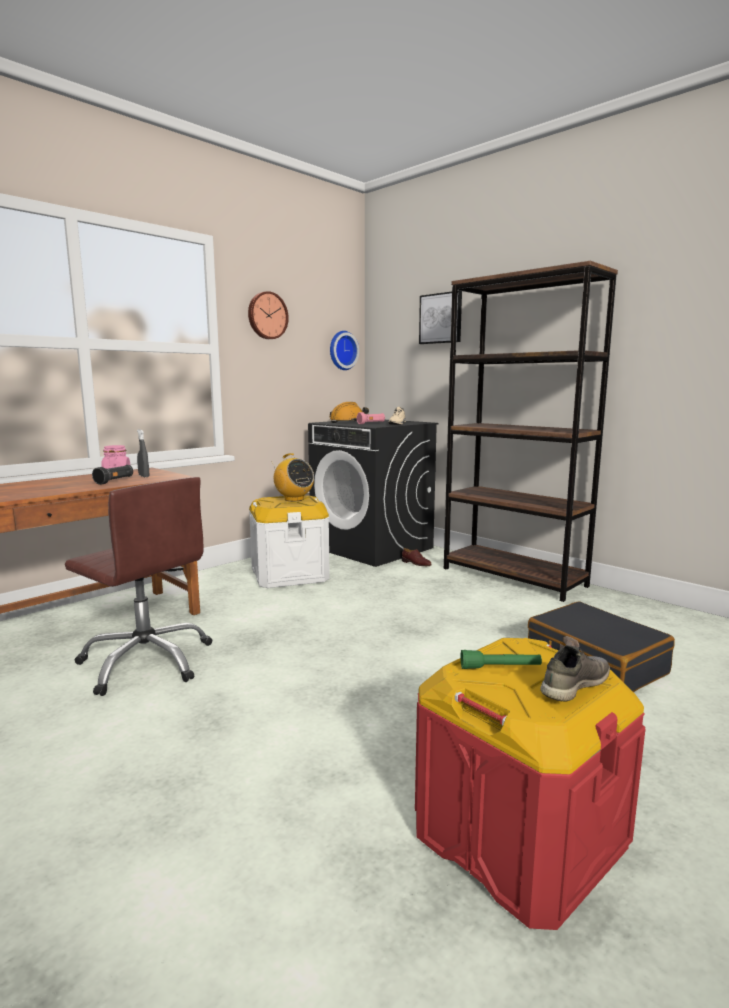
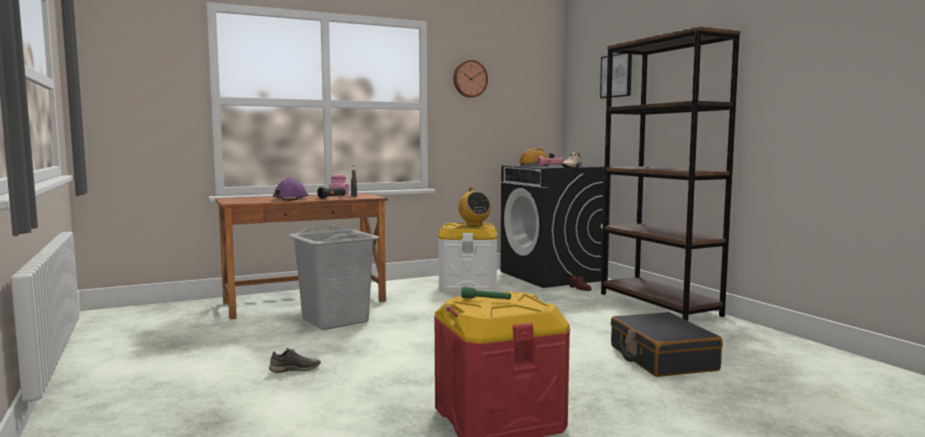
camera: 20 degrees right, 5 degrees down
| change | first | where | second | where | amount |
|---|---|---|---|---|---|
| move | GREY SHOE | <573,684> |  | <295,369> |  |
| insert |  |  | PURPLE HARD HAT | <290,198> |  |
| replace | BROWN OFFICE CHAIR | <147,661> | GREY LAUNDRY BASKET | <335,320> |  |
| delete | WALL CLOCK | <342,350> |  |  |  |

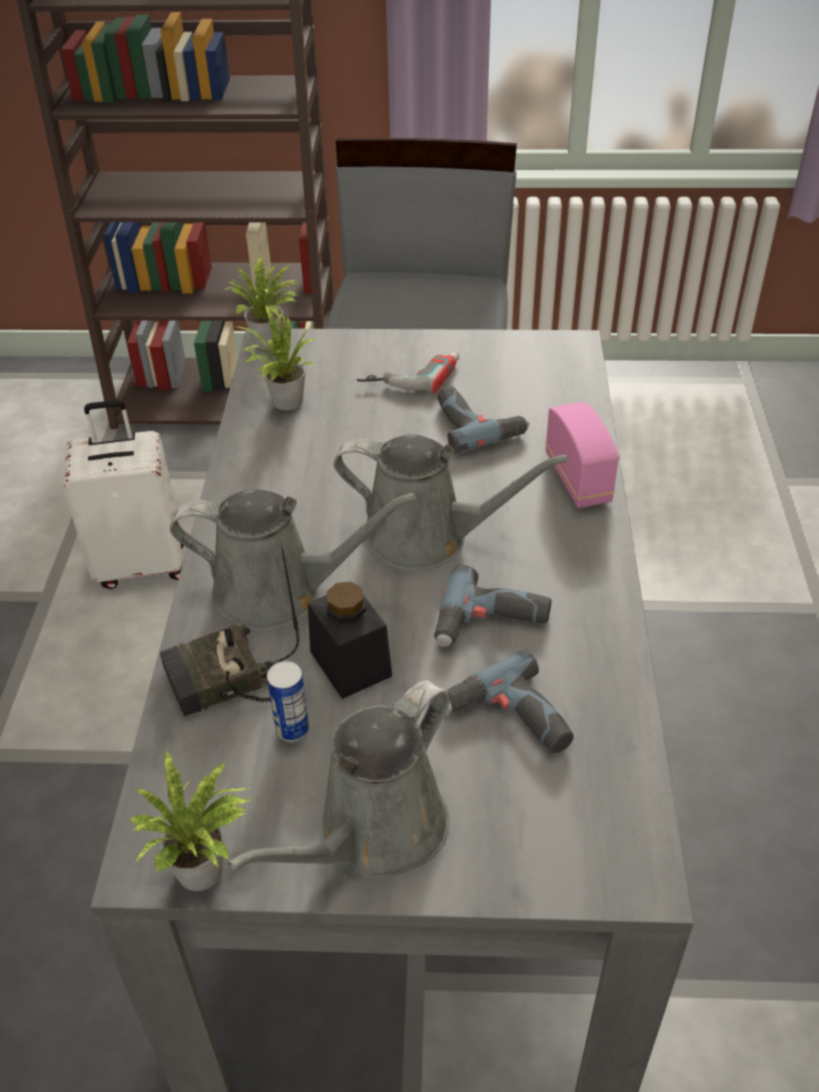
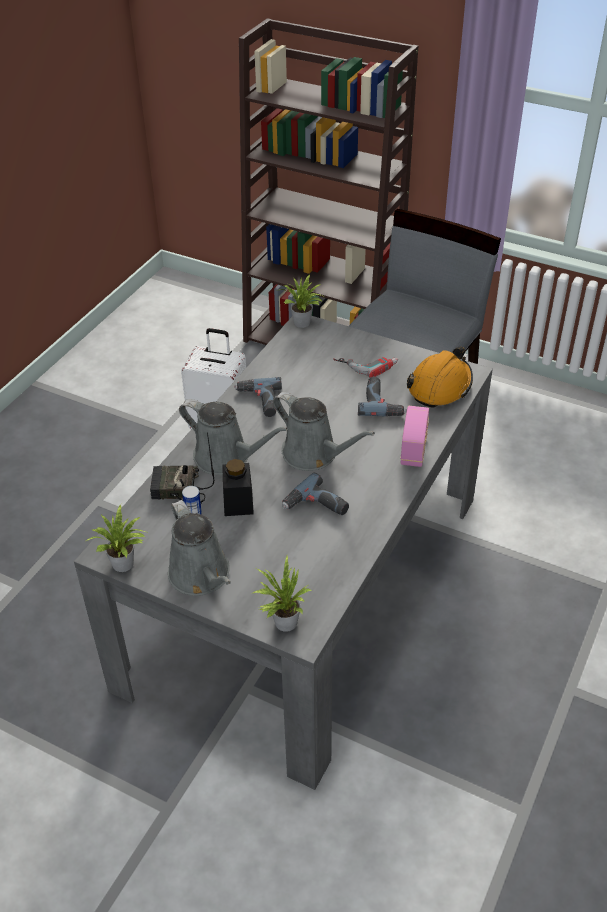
camera: 25 degrees right, 0 degrees up
| change | first | where | second | where | amount |
|---|---|---|---|---|---|
| rotate | GREY WATERING CAN | <374,833> |  | <202,576> | 90 degrees counterclockwise |
| move | POWER DRILL | <509,721> |  | <259,401> |  |
| move | POTTED PLANT | <283,403> |  | <282,622> |  |
| insert |  |  | ORANGE HARD HAT | <440,386> |  |

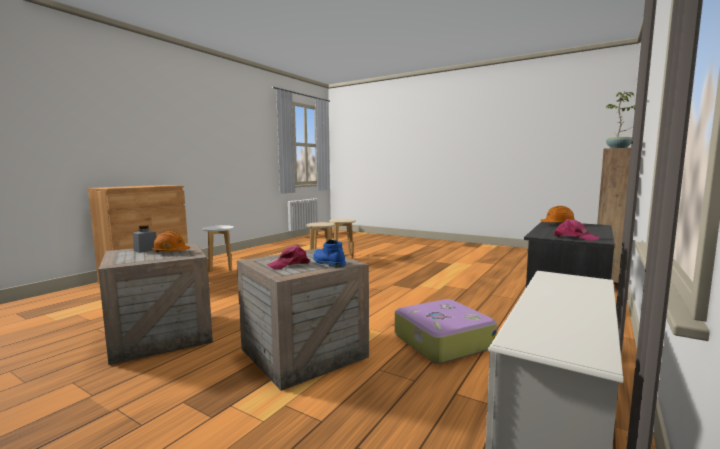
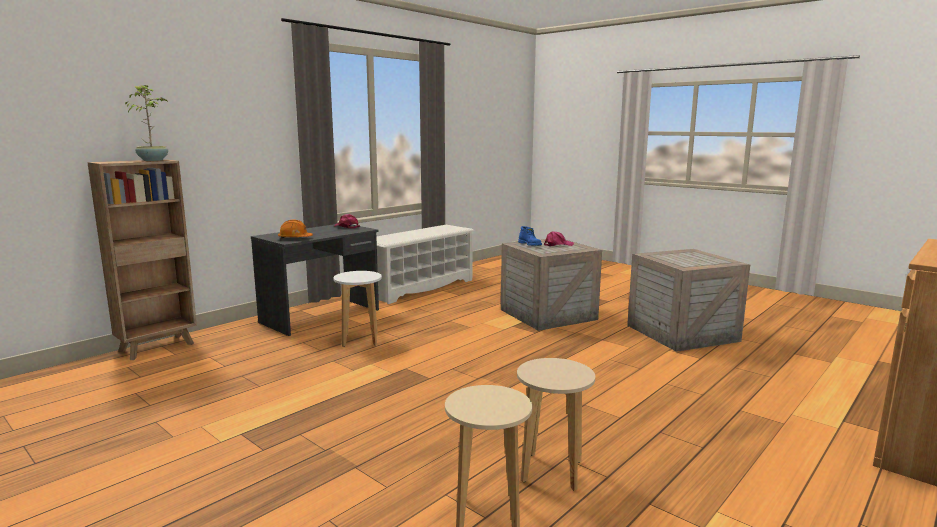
camera: 170 degrees left, 5 degrees up
| change | first | where | second | where | amount |
|---|---|---|---|---|---|
| move | WHITE STOOL | <220,268> |  | <360,340> |  |
| delete | GREY JAR | <146,250> |  |  |  |
| delete | ORANGE HARD HAT | <171,252> |  |  |  |
| delete | SUITCASE | <441,341> |  |  |  |

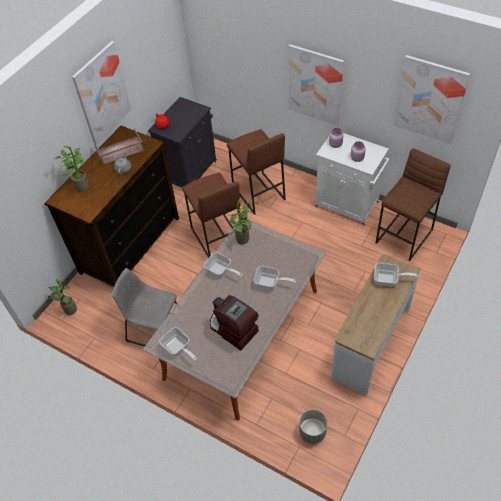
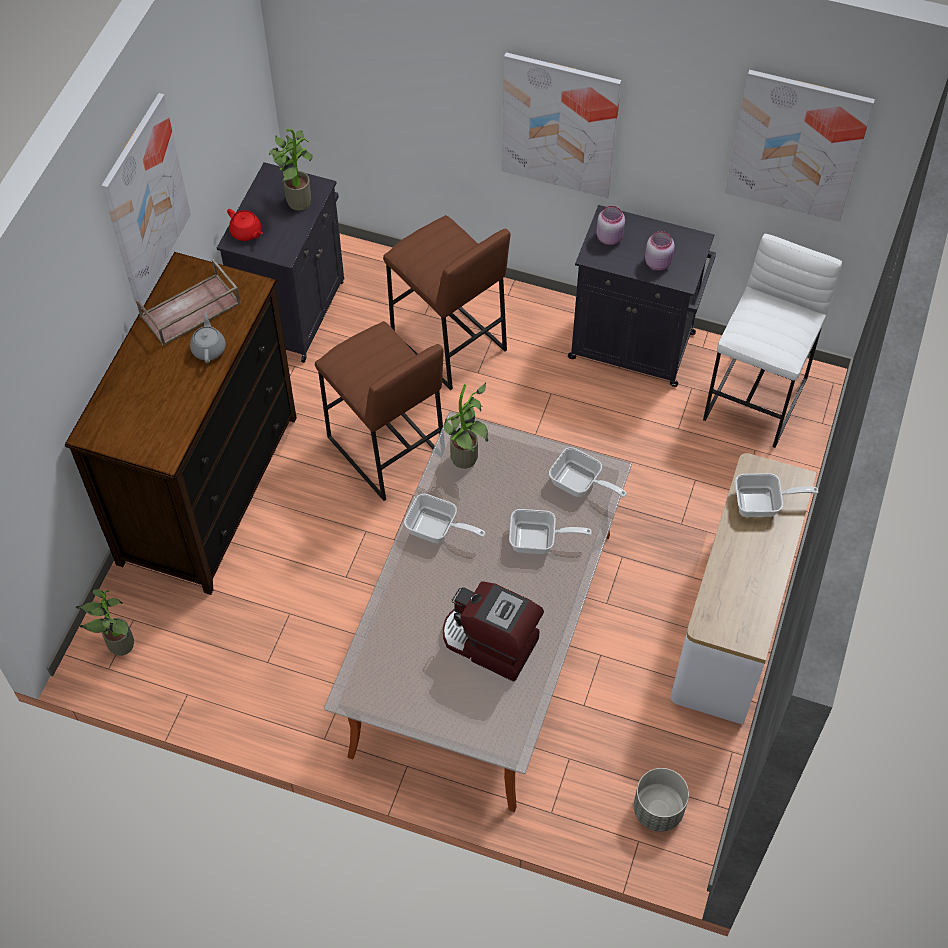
camera: 15 degrees left, 5 degrees up
| change | first | where | second | where | amount |
|---|---|---|---|---|---|
| move | POTTED PLANT | <81,186> |  | <296,199> |  |
| move | FRYING PAN | <178,348> |  | <580,484> |  |
| recolor | WHITE CABINET | <348,205> | BLACK CABINET | <634,346> |  |
| recolor | BROWN STOOL | <404,236> | WHITE STOOL | <756,399> |  |
| delete | GREY CHAIR | <154,328> |  |  |  |

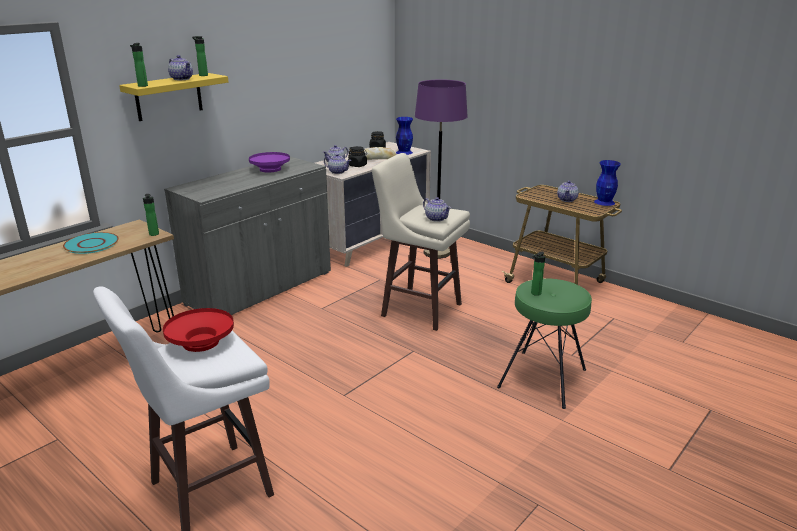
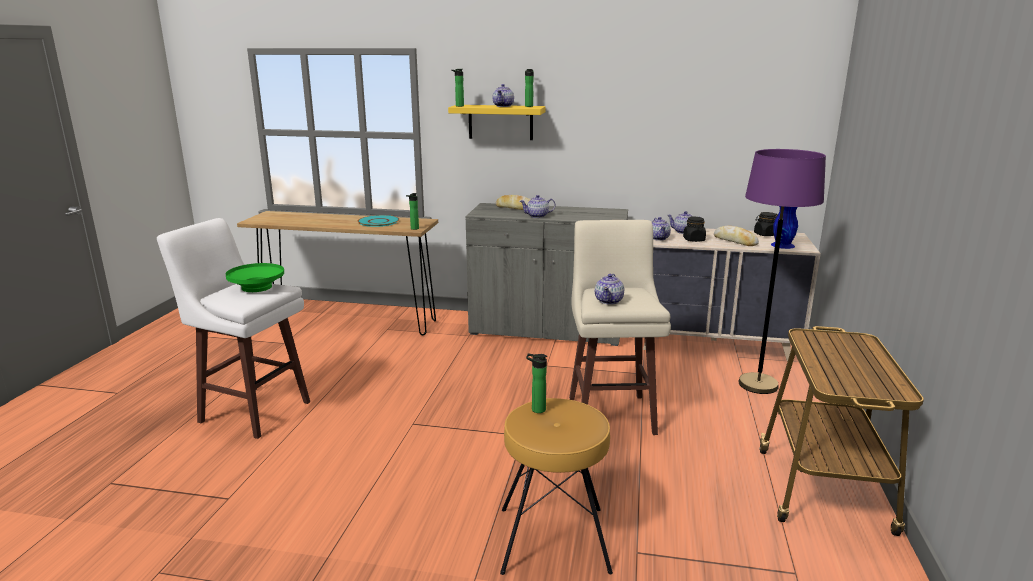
camera: 60 degrees right, 5 degrees down
| change | first | where | second | where | amount |
|---|---|---|---|---|---|
| recolor | RED BOWL | <201,342> | GREEN BOWL | <257,287> |  |
| insert |  |  | BREAD | <515,208> |  |
| recolor | GREEN STOOL | <543,378> | BROWN STOOL | <553,540> |  |
| move | TEAPOT | <567,199> |  | <537,216> |  |
| delete | PURPLE BOWL | <270,169> |  |  |  |
| delete | BLUE VASE | <604,202> |  |  |  |

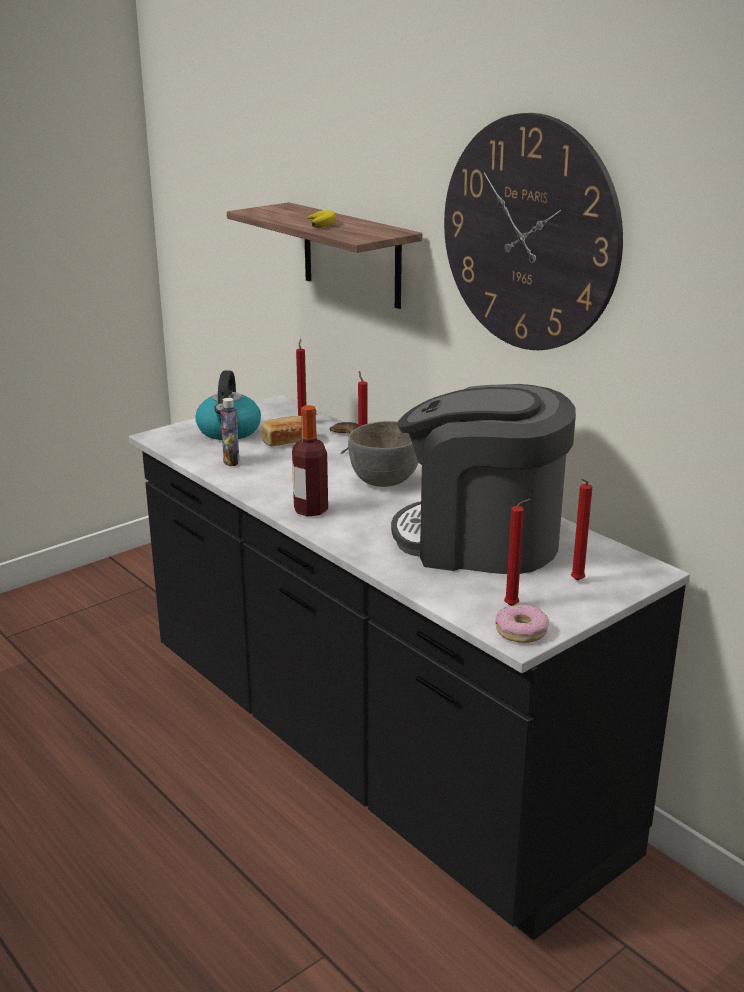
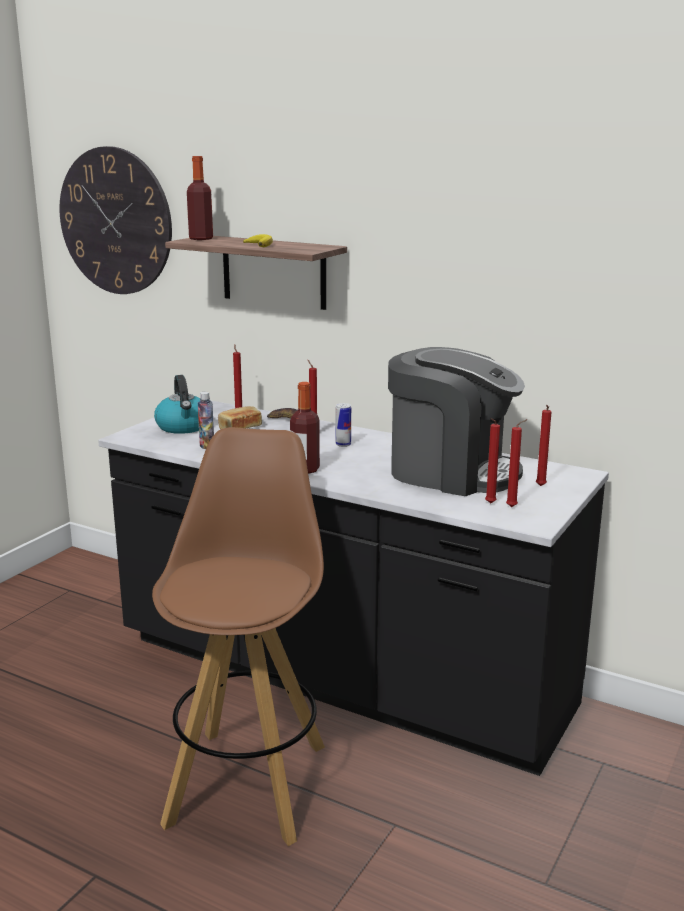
camera: 20 degrees left, 5 degrees down
| change | first | where | second | where | amount |
|---|---|---|---|---|---|
| move | WALL CLOCK | <529,234> |  | <115,221> |  |
| insert |  |  | BROWN STOOL | <248,781> |  |
| insert |  |  | BOTTLE | <201,238> |  |
| replace | GREY BOWL | <385,481> | CAN | <343,444> |  |
| rotate | COFFEE MACHINE | <480,541> |  | <451,472> | 150 degrees counterclockwise |
| insert |  |  | RED CANDLE | <489,504> |  |
| delete | DONUT | <521,631> |  |  |  |

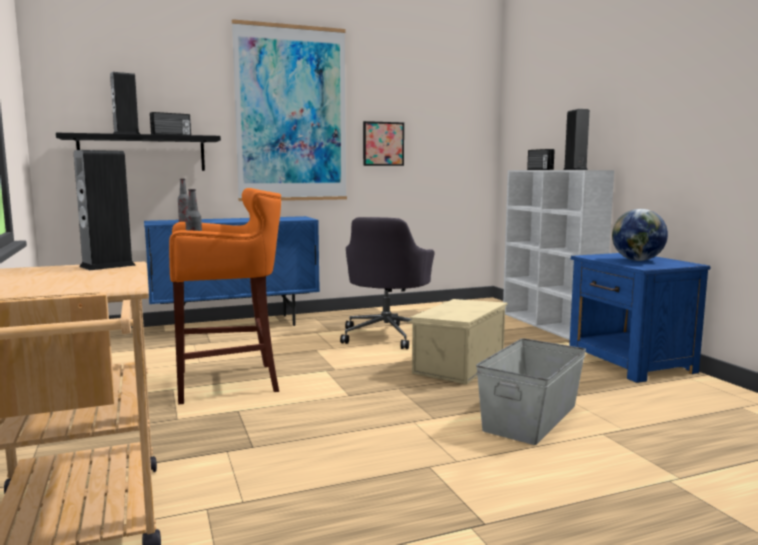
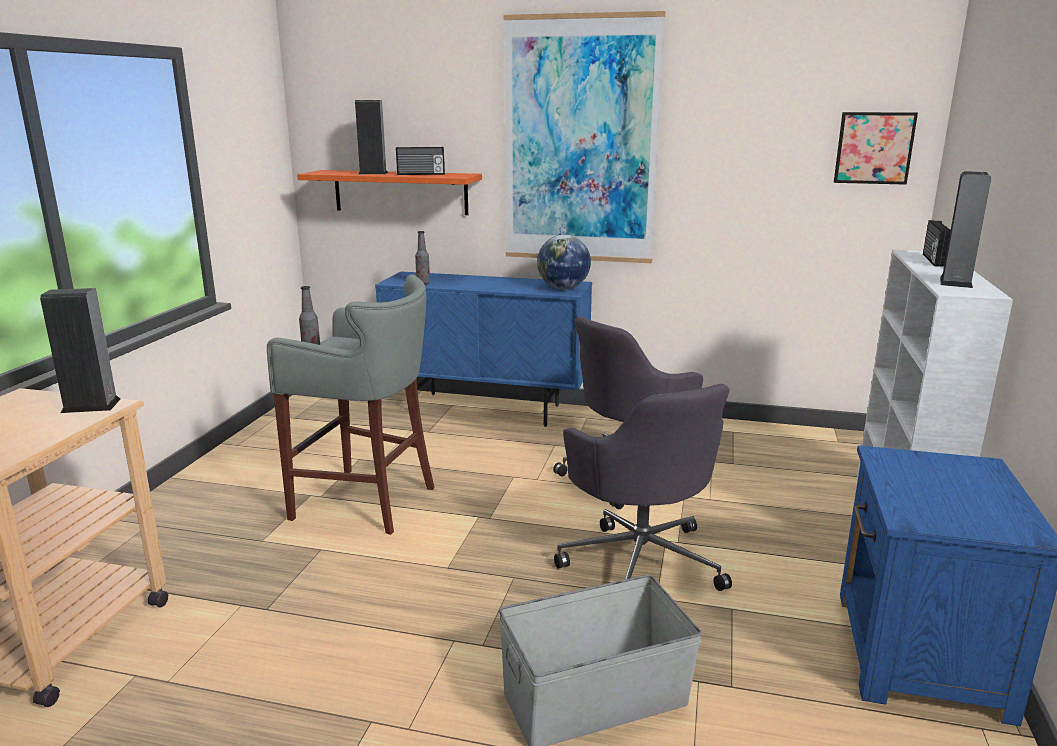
camera: 35 degrees right, 10 degrees up
| change | first | where | second | where | amount |
|---|---|---|---|---|---|
| recolor | ORANGE STOOL | <230,382> | GREY STOOL | <368,502> |  |
| recolor | BLACK SHELF | <142,153> | ORANGE SHELF | <400,192> |  |
| move | GLOBE | <637,260> |  | <563,288> |  |
| replace | BEIGE STORAGE BOX | <457,365> | GREY OFFICE CHAIR | <640,561> |  |
| move | PICTURE | <383,144> |  | <874,148> |  |

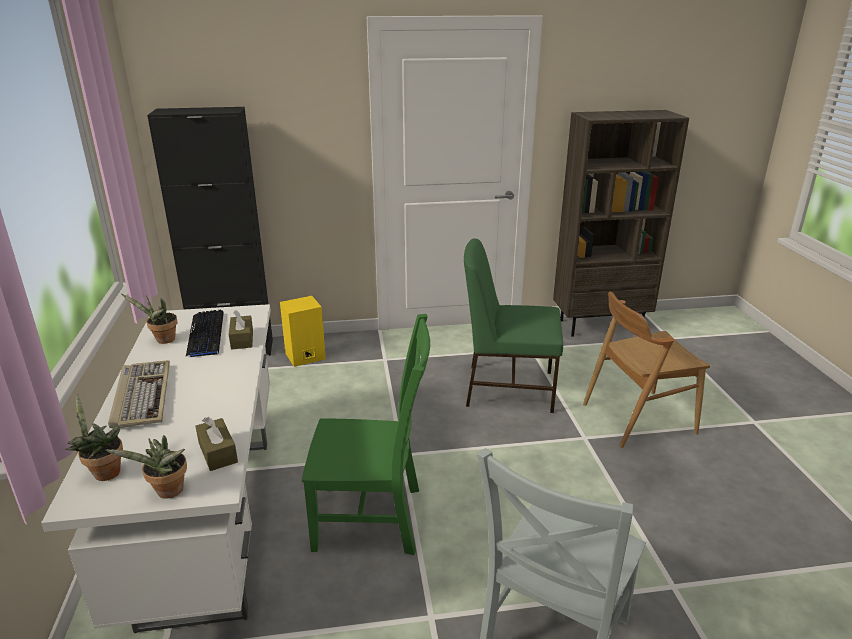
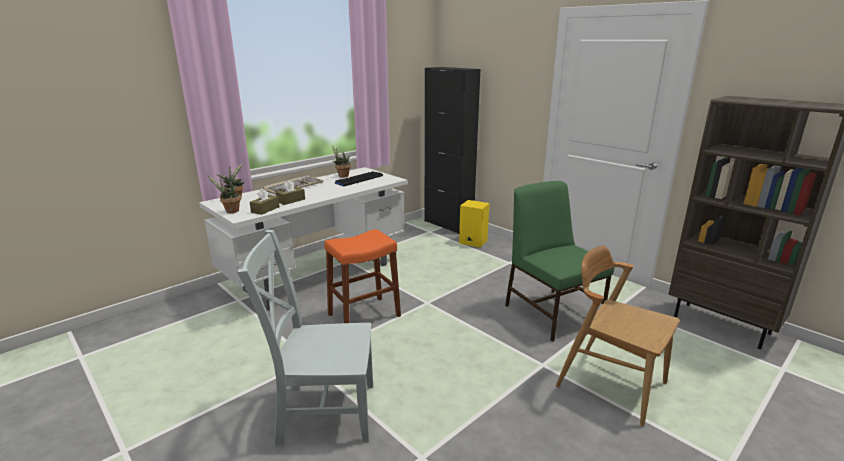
camera: 55 degrees right, 5 degrees down
| change | first | where | second | where | amount |
|---|---|---|---|---|---|
| move | BROWN TISSUE BOX | <242,339> |  | <291,200> |  |
| replace | GREEN CHAIR | <373,519> | ORANGE STOOL | <364,315> |  |

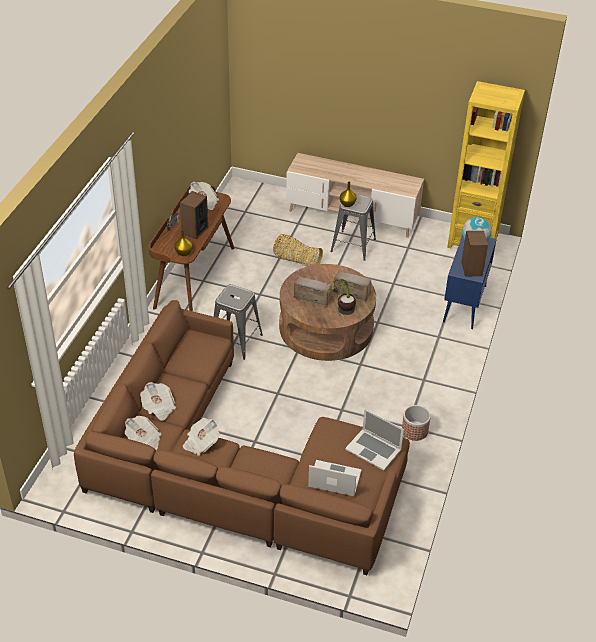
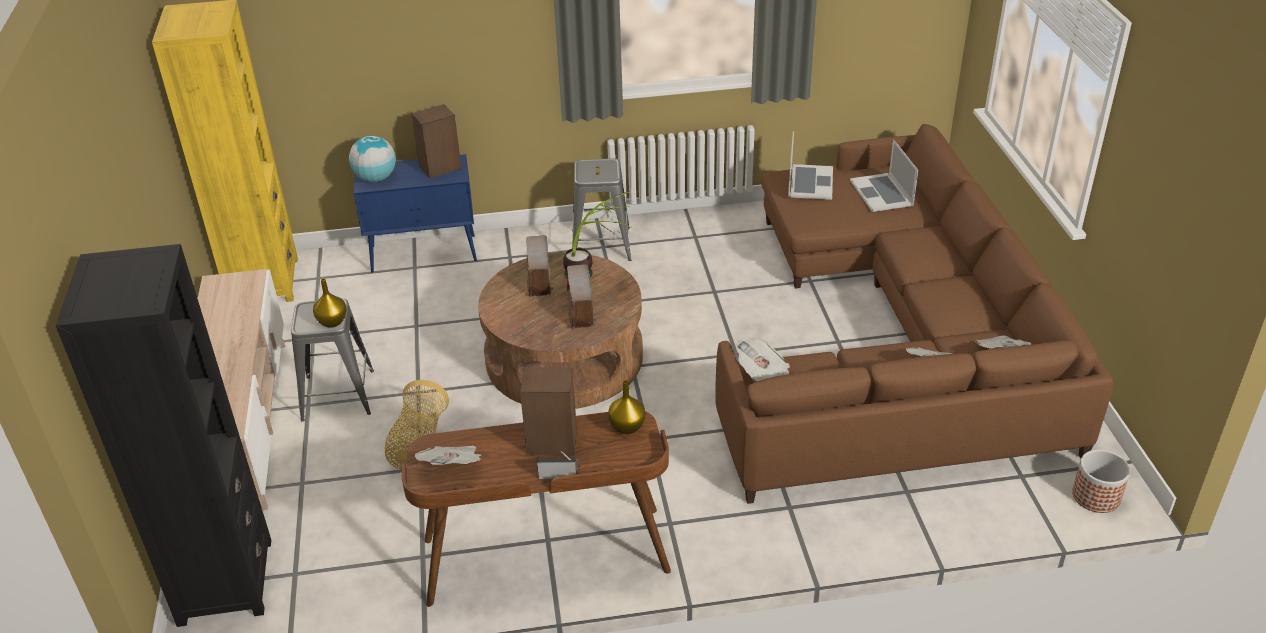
camera: 115 degrees left, 5 degrees down
| change | first | where | second | where | amount |
|---|---|---|---|---|---|
| insert |  |  | BLACK BOOKCASE | <225,582> |  |
| move | GREY STOOL | <235,341> |  | <601,245> |  |
| move | NEWSPAPER | <201,443> |  | <764,376> |  |
| move | PLANTER | <414,431> |  | <1096,496> |  |

